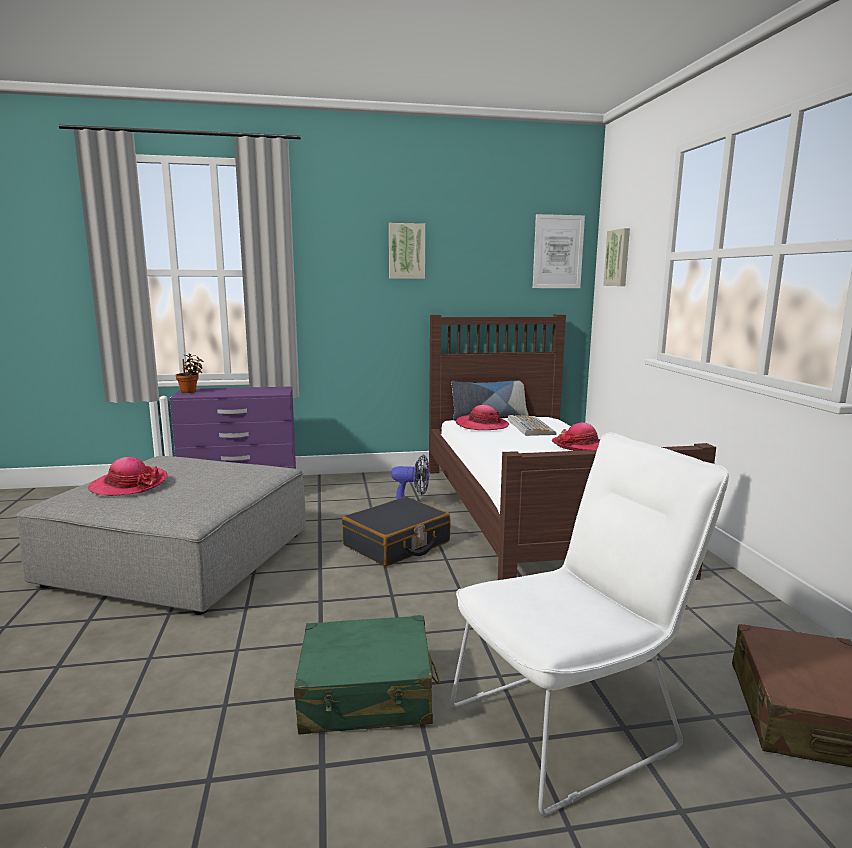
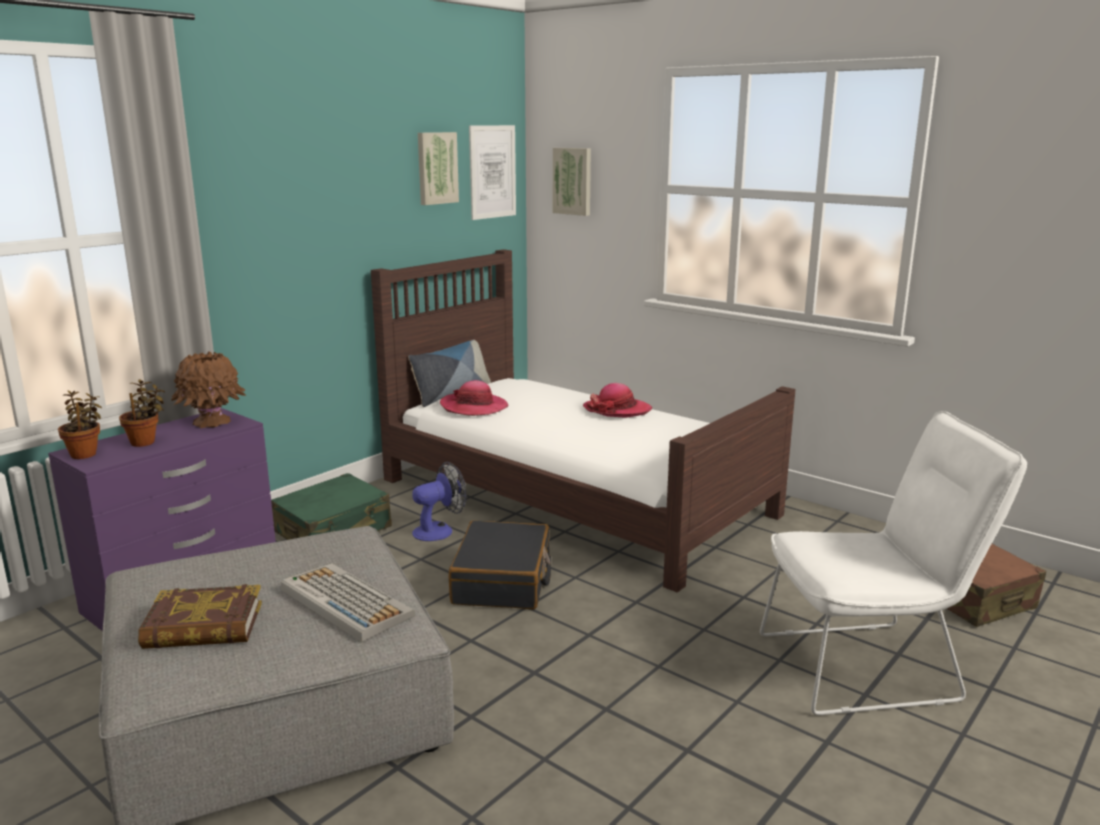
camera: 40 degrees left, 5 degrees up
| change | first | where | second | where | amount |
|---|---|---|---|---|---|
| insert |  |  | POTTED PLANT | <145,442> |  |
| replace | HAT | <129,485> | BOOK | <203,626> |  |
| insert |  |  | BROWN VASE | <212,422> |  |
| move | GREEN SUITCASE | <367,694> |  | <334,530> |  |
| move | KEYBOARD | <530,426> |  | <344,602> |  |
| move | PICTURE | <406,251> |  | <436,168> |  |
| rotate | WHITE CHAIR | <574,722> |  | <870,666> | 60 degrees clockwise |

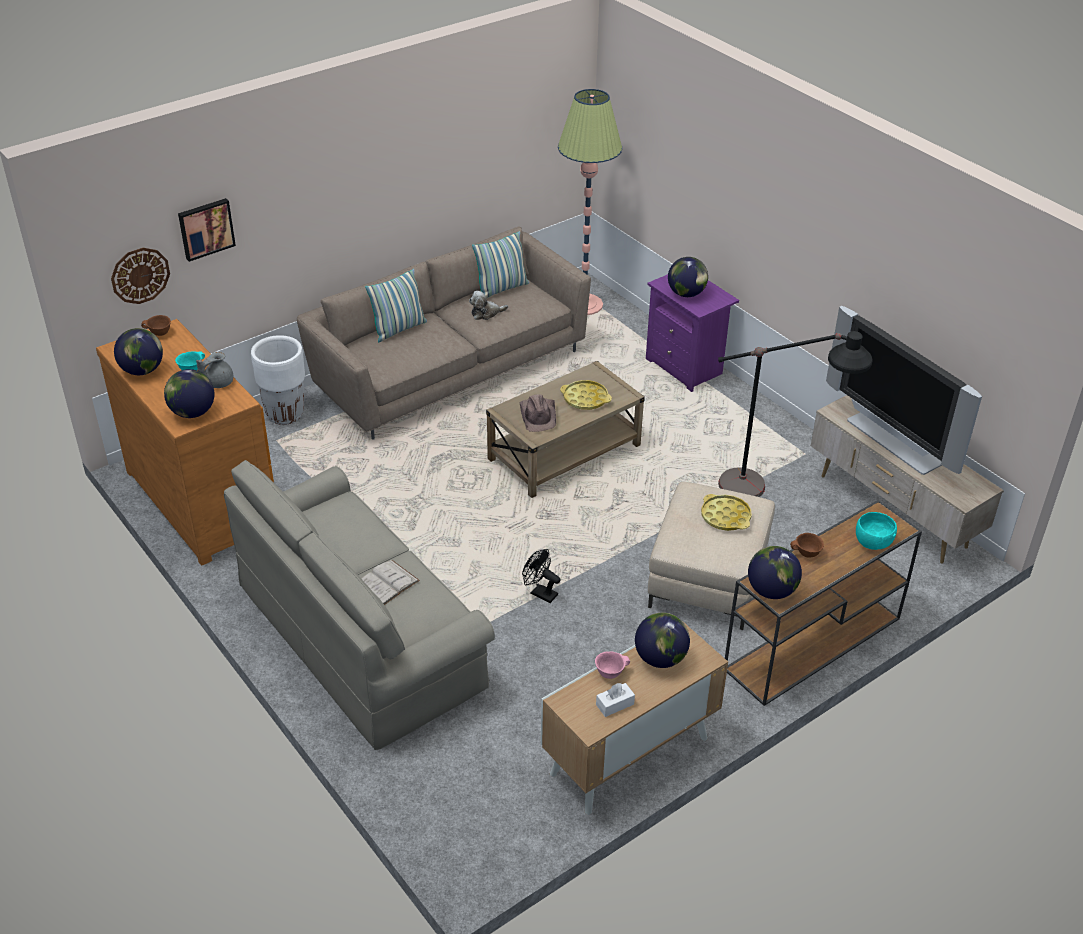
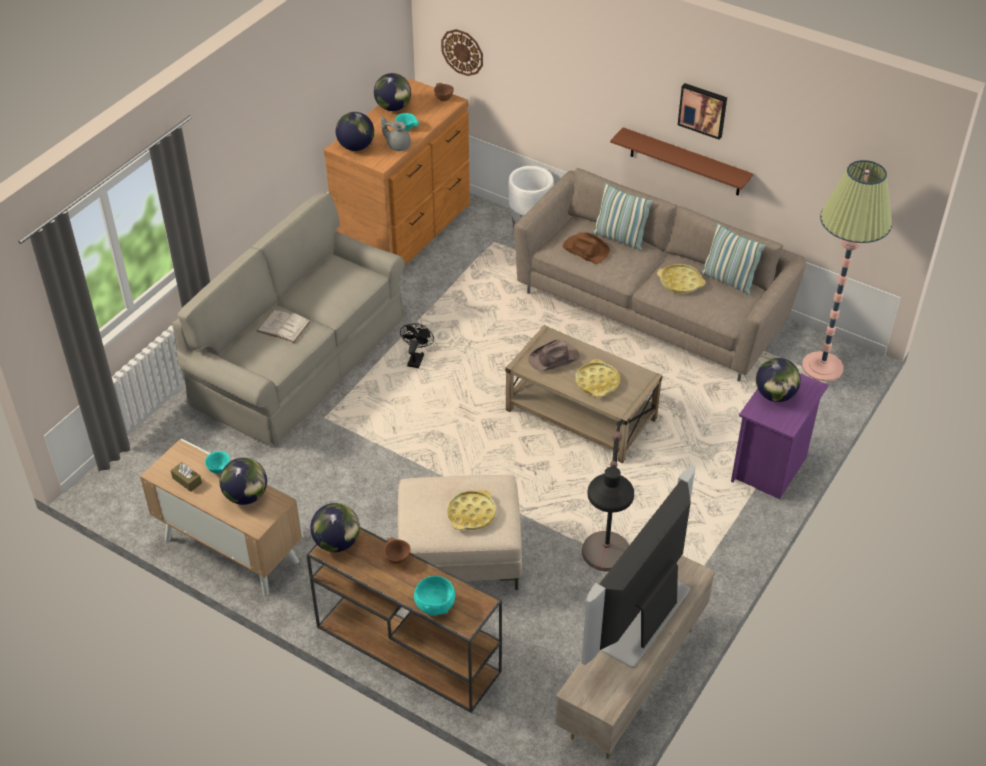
camera: 70 degrees right, 5 degrees up
| change | first | where | second | where | amount |
|---|---|---|---|---|---|
| recolor | WHITE TISSUE BOX | <615,704> | BROWN TISSUE BOX | <187,480> |  |
| recolor | PINK BOWL | <610,673> | TURQUOISE BOWL | <220,470> |  |
| move | BLACK FAN | <540,593> |  | <416,358> |  |
| insert |  |  | BROWN HAT | <585,249> |  |
| insert |  |  | BROWN SHELF | <685,162> |  |
| replace | PLUSH TOY | <486,313> | YELLOW TRAY | <680,282> |  |
| move | PICTURE | <205,228> |  | <703,110> |  |

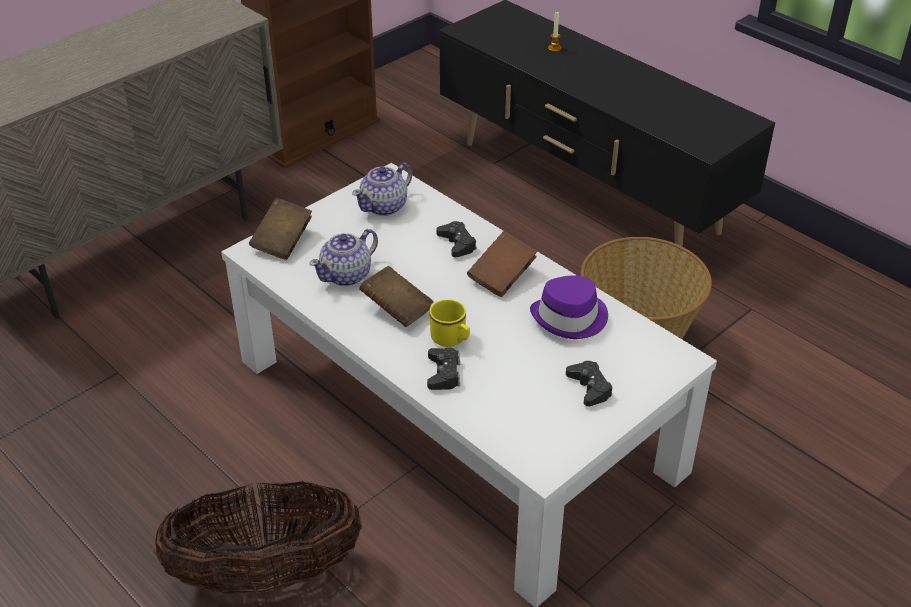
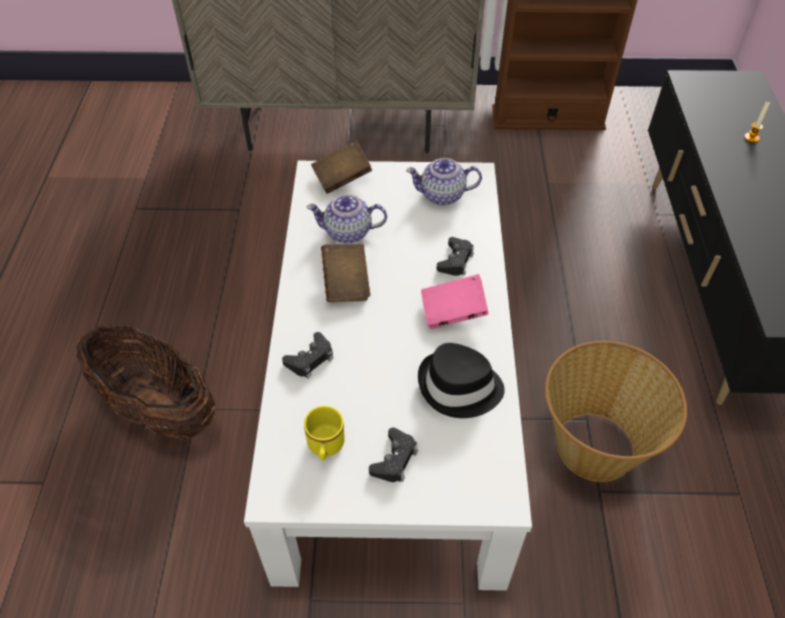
camera: 45 degrees right, 10 degrees up
| change | first | where | second | where | amount |
|---|---|---|---|---|---|
| move | YELLOW MUG | <451,340> |  | <325,447> |  |
| recolor | PURPLE HAT | <570,318> | BLACK HAT | <459,387> |  |
| recolor | BROWN BOOK | <502,277> | PINK BOOK | <453,312> |  |

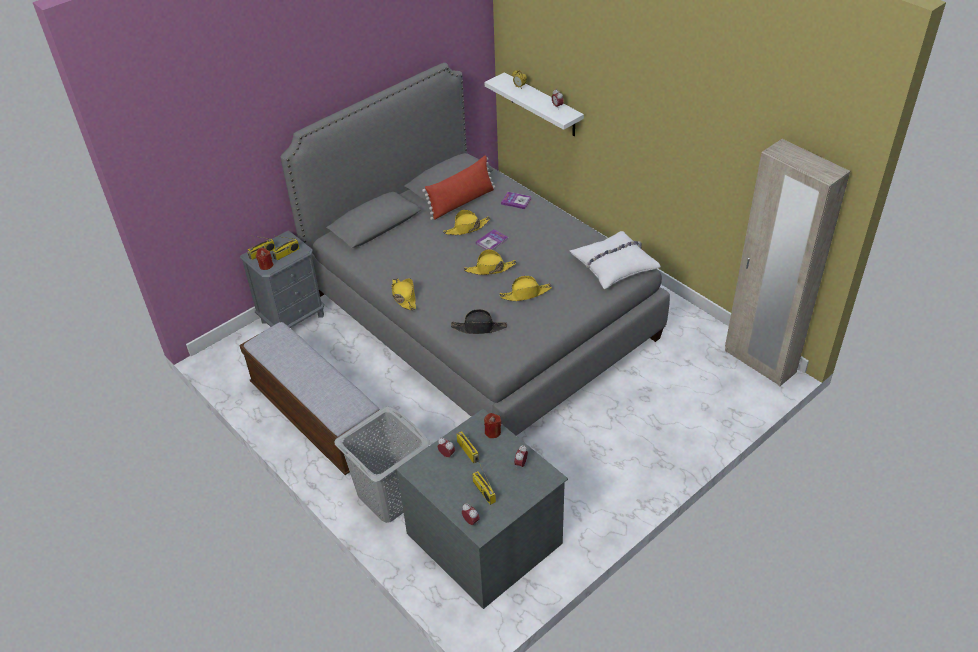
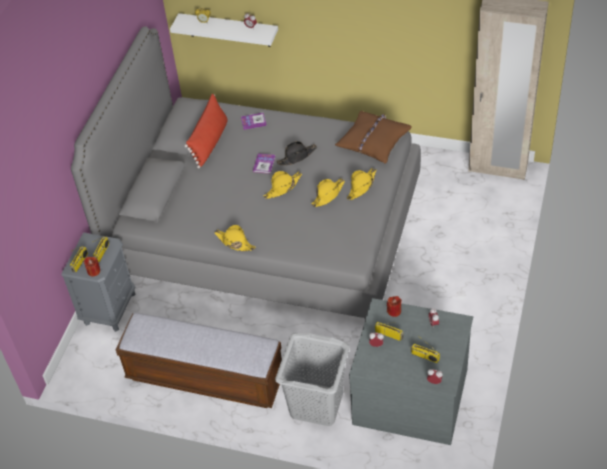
camera: 30 degrees left, 5 degrees up
| change | first | where | second | where | amount |
|---|---|---|---|---|---|
| move | BLACK HAT | <479,328> |  | <297,156> |  |
| recolor | WHITE PILLOW | <614,265> | BROWN PILLOW | <373,141> |  |
| move | YELLOW HAT | <467,228> |  | <361,186> |  |

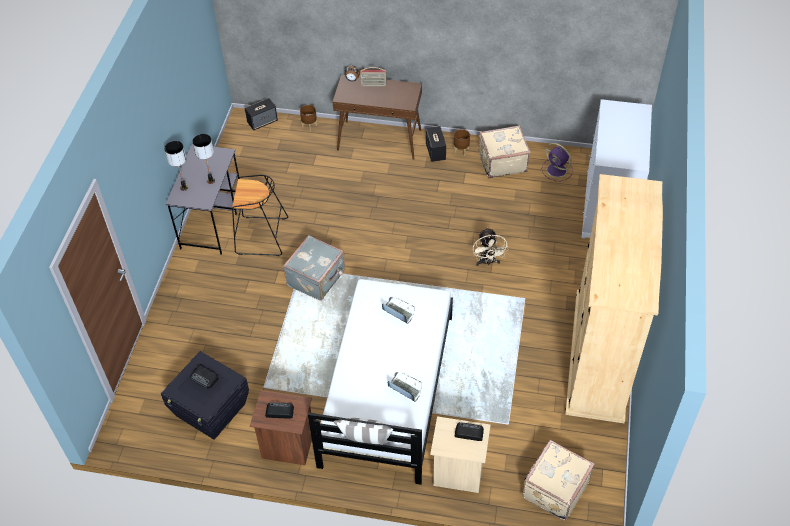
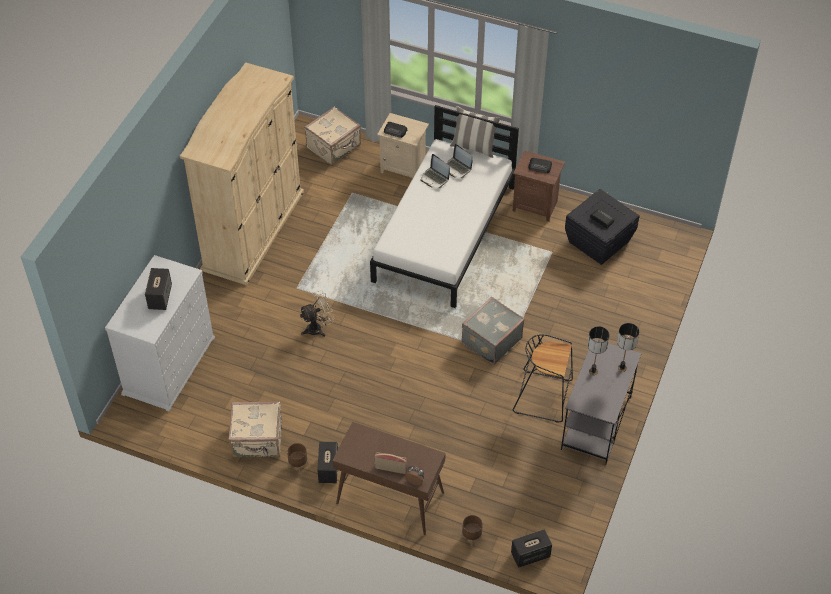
camera: 170 degrees left, 0 degrees up
| change | first | where | second | where | amount |
|---|---|---|---|---|---|
| insert |  |  | SPEAKER | <160,297> |  |
| rotate | BEIGE FAN | <487,262> |  | <318,328> | 60 degrees clockwise |
| move | LAPTOP | <398,312> |  | <457,168> |  |
| delete | PURPLE FAN | <557,170> |  |  |  |

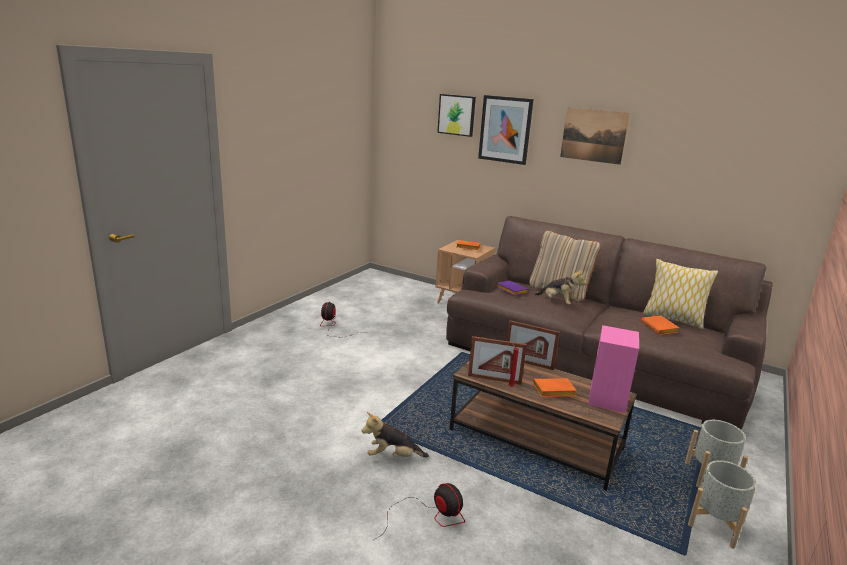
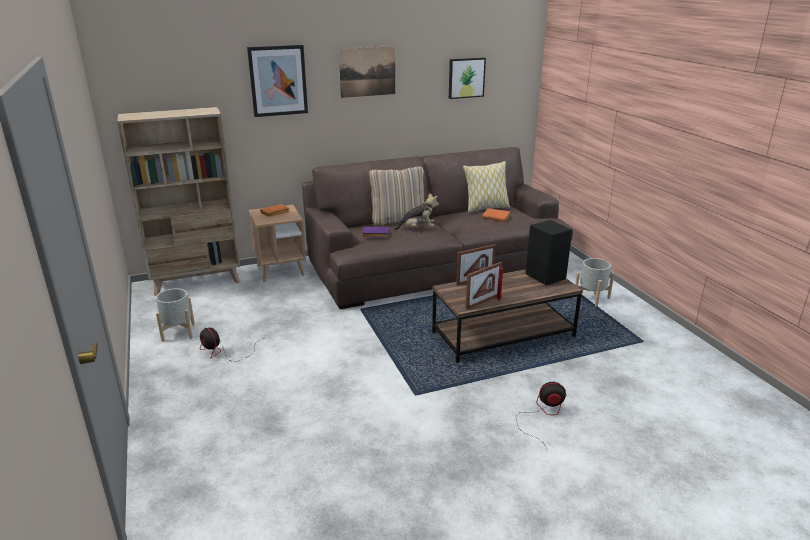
camera: 50 degrees left, 5 degrees up
| change | first | where | second | where | amount |
|---|---|---|---|---|---|
| insert |  |  | BEIGE BOOKCASE | <197,282> |  |
| move | GREY PLANTER | <715,525> |  | <178,332> |  |
| move | PICTURE | <457,115> |  | <466,77> |  |
| recolor | PINK SPEAKER | <607,399> | BLACK SPEAKER | <546,276> |  |
| delete | PLUSH TOY | <393,456> |  |  |  |
| delete | ORANGE BOOK | <553,391> |  |  |  |

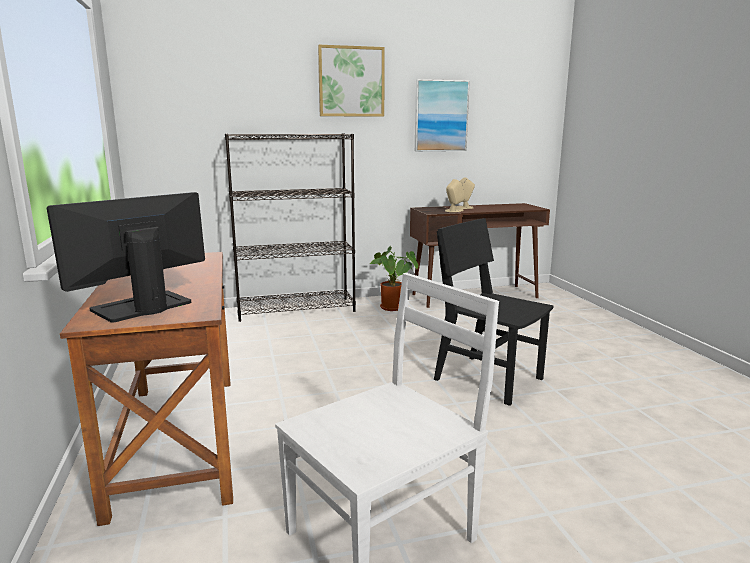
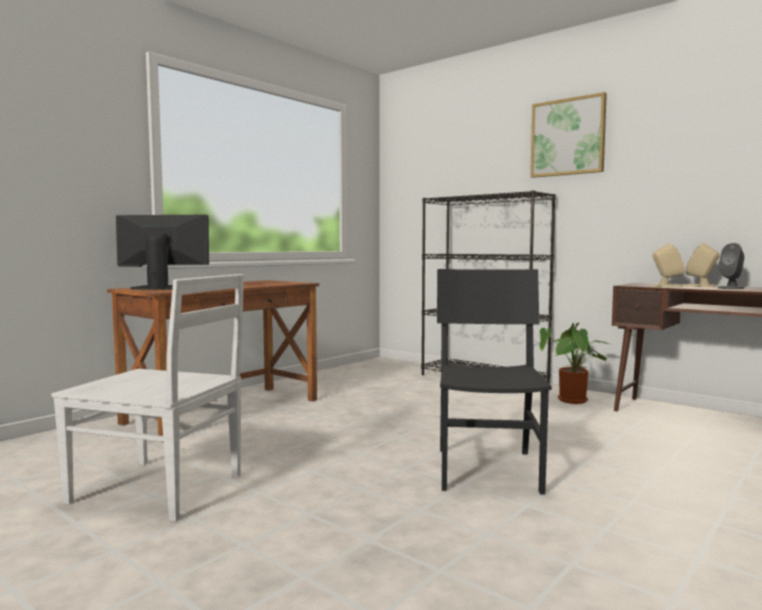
camera: 55 degrees right, 10 degrees down
| change | first | where | second | where | amount |
|---|---|---|---|---|---|
| insert |  |  | GREY SPEAKER | <730,288> |  |
| delete | PICTURE | <440,116> |  |  |  |

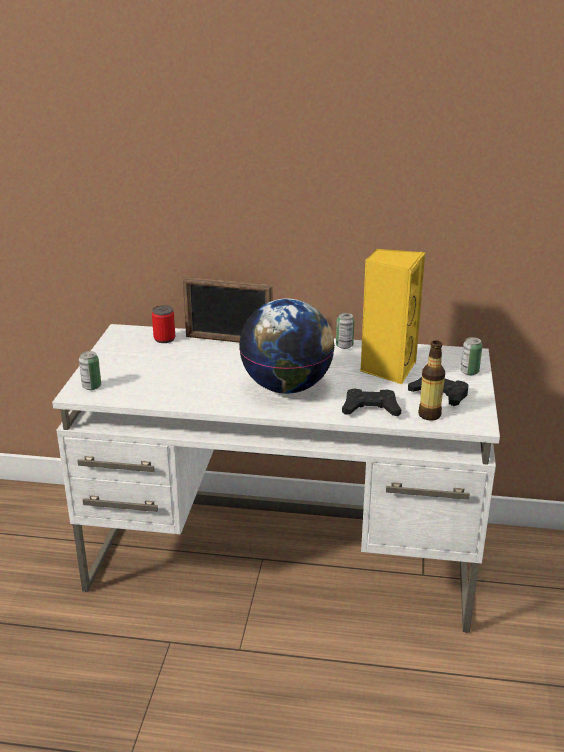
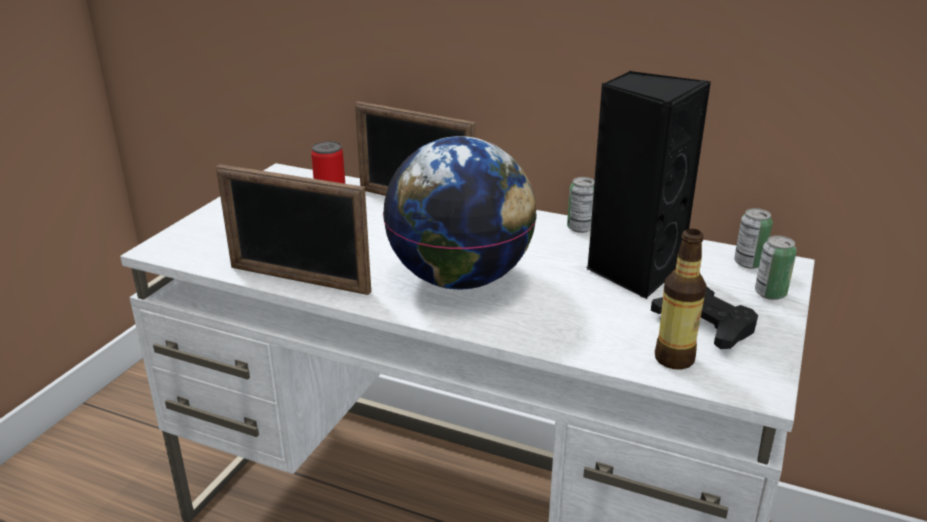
camera: 15 degrees right, 0 degrees up
| change | first | where | second | where | amount |
|---|---|---|---|---|---|
| insert |  |  | PICTURE FRAME | <298,280> |  |
| recolor | YELLOW SPEAKER | <387,369> | BLACK SPEAKER | <633,271> |  |
| move | CAN | <91,386> |  | <748,263> |  |
| delete | BLACK GAME CONTROLLER | <370,408> |  |  |  |

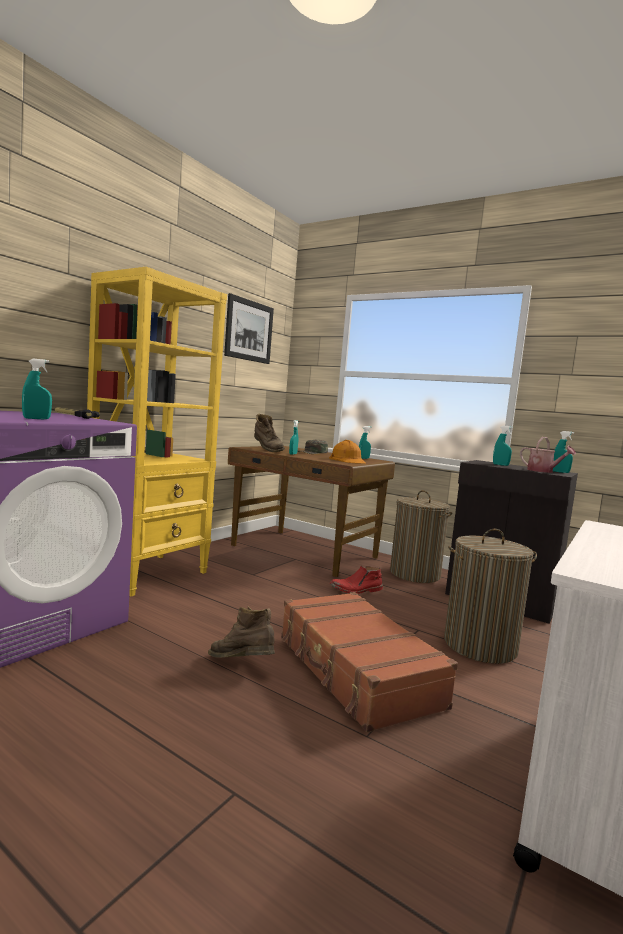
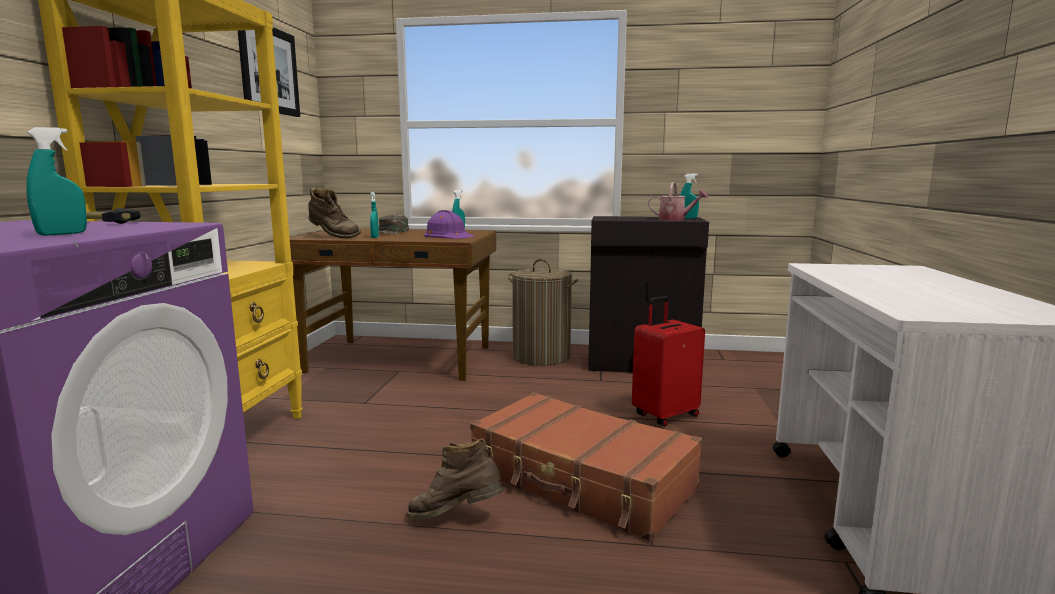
camera: 25 degrees left, 5 degrees up
| change | first | where | second | where | amount |
|---|---|---|---|---|---|
| recolor | ORANGE HARD HAT | <347,460> | PURPLE HARD HAT | <448,235> |  |
| replace | LAUNDRY BASKET | <480,646> | RED SUITCASE | <664,415> |  |
| delete | RED BOOT | <356,590> |  |  |  |
| delete | TURQUOISE SPRAY BOTTLE | <500,465> |  |  |  |

